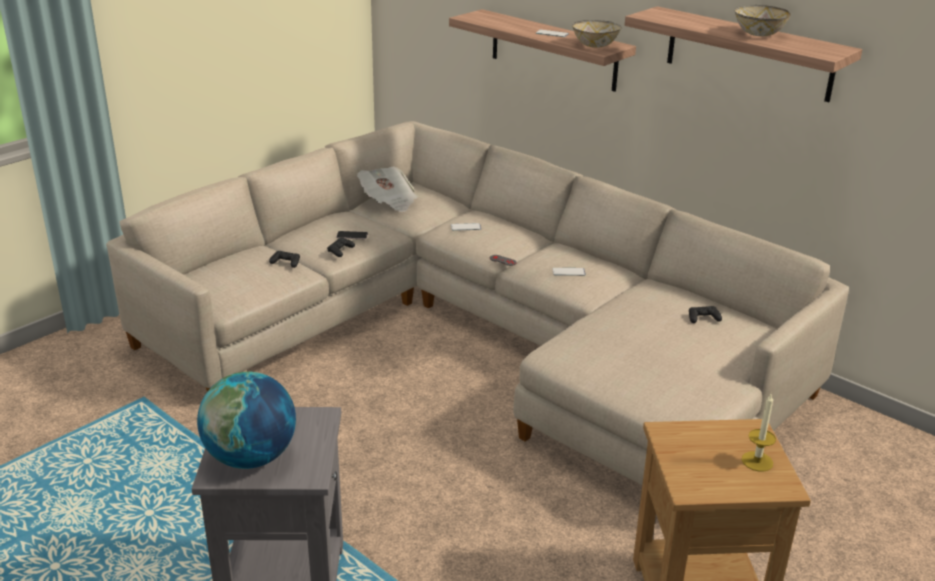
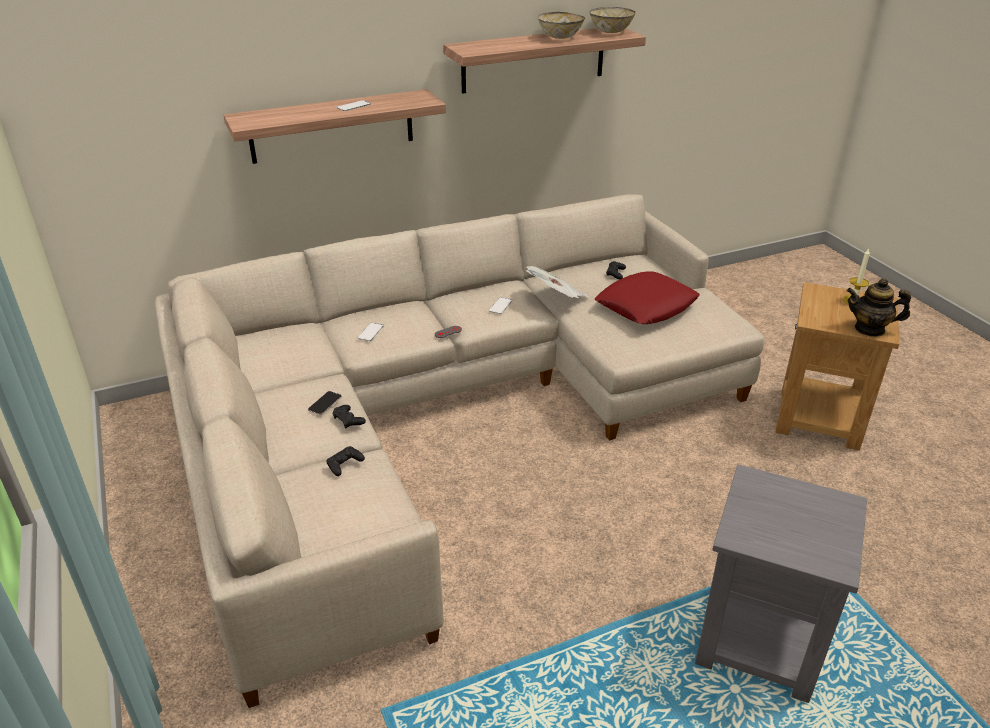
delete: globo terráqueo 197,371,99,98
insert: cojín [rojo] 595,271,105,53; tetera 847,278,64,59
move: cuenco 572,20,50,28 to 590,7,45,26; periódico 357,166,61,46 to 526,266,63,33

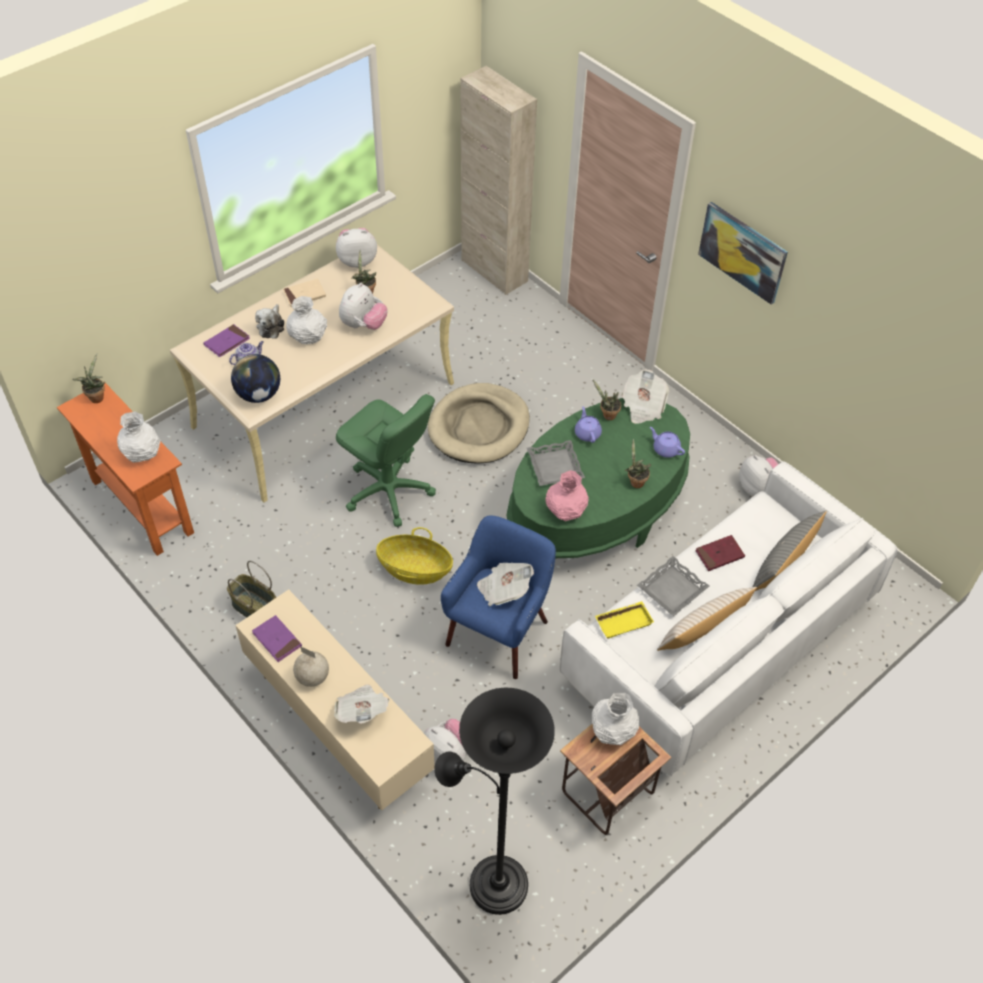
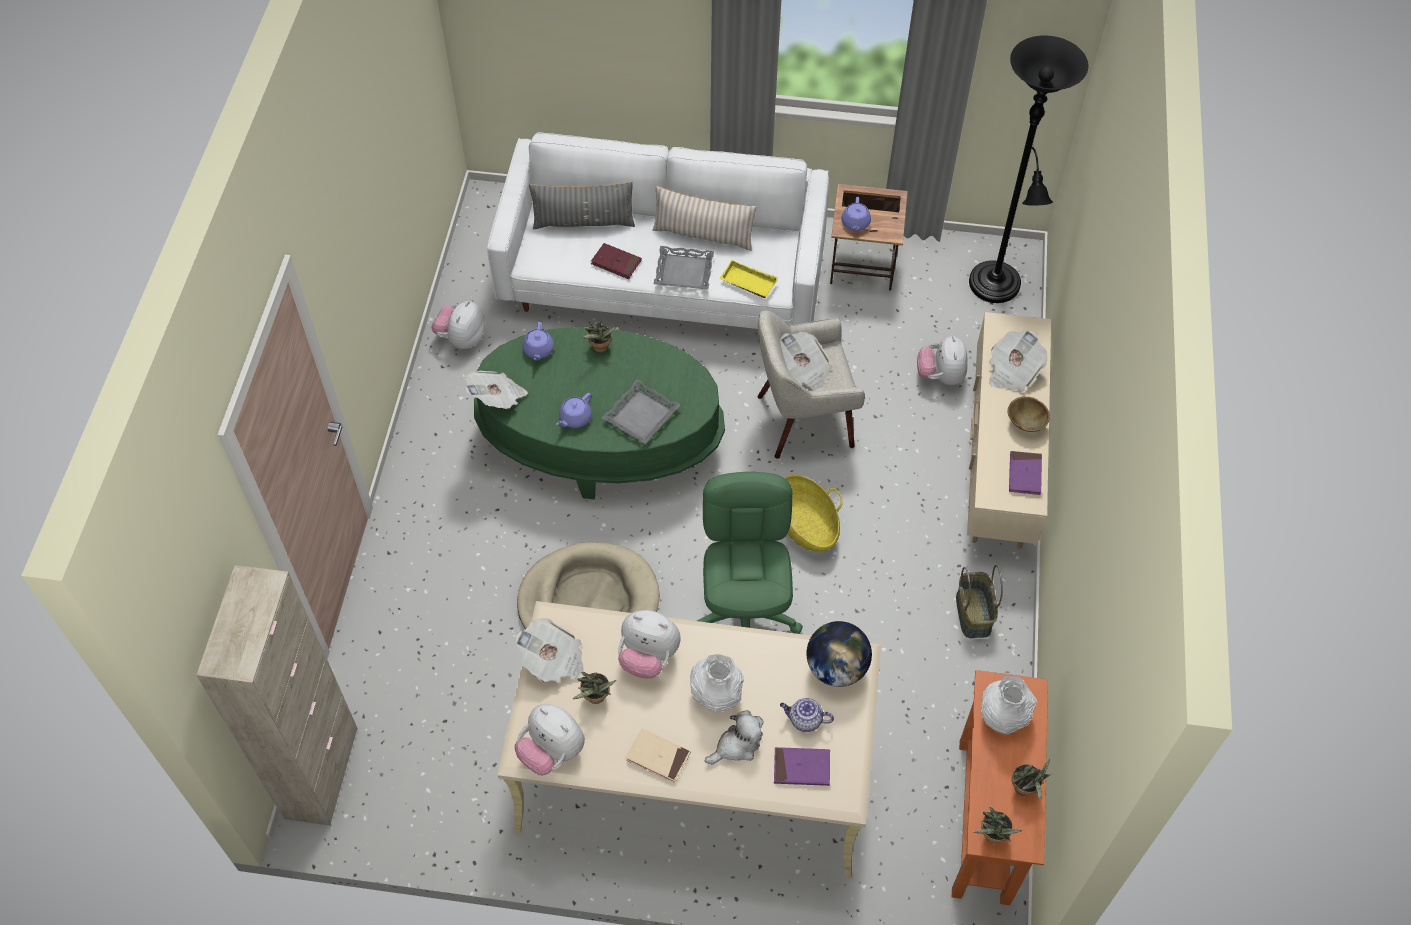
delete: cuadro 698,202,90,103; florero [rosa] 546,470,43,51
insert: periódico 516,618,68,65
move: planta en maceta 593,380,28,40 to 1012,759,39,41
replace: globo terráqueo 293,646,36,41 to cuenco [marrón] 1008,397,42,35; florero [blanco] 592,693,47,52 to tetera [morado] 841,197,30,35
recolor: sillón [azul] 441,515,115,164 to sillón [beis] 757,310,108,149
rotate: peluche 339,283,48,47 = 618,610,63,69 150 degrees counterclockwise

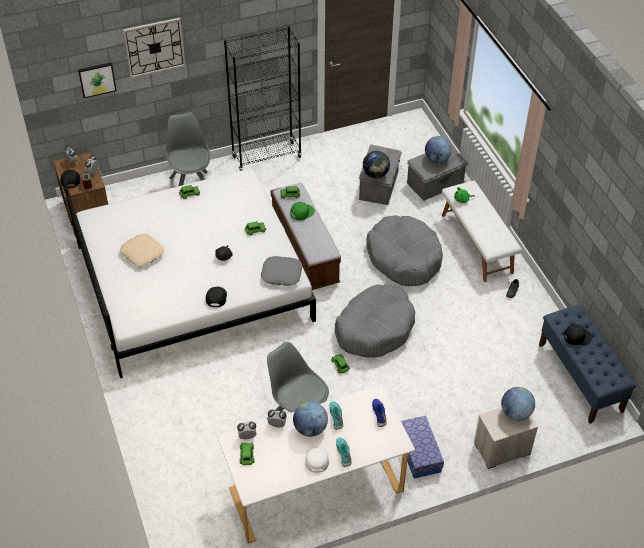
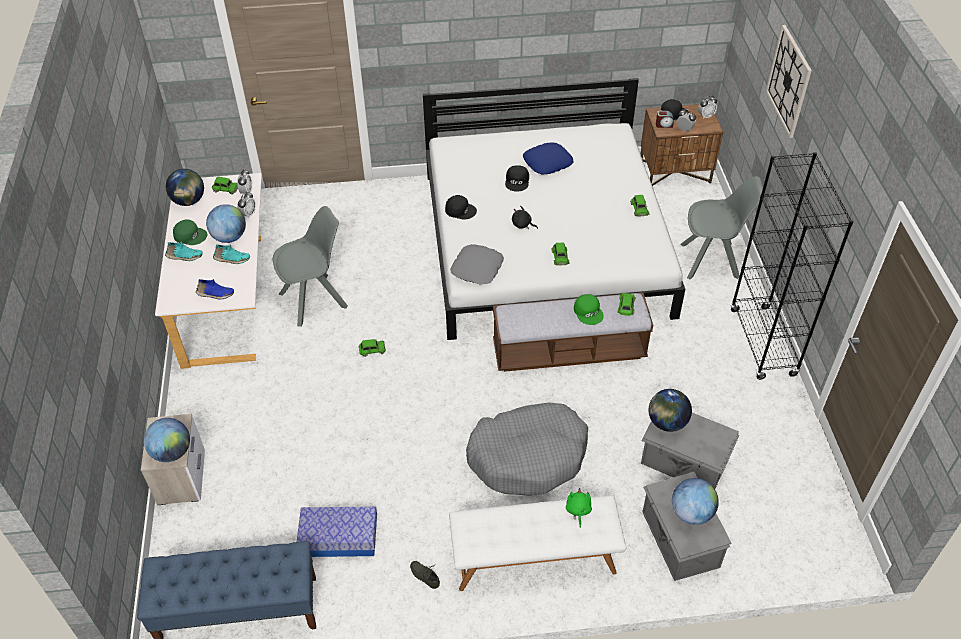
delete: cuadro 78,62,39,36; cama para perro [gris] 335,284,80,74
insert: globo terráqueo 166,169,38,37
move: gorra [negro] 564,324,28,21 to 505,165,24,26; caja de almacenaje 401,416,43,62 to 297,507,80,50
recolor: cojín [beis] 120,234,44,33 to cojín [azul] 523,142,51,33; gorra [blanco] 305,446,24,26 to gorra [verde] 173,219,34,26

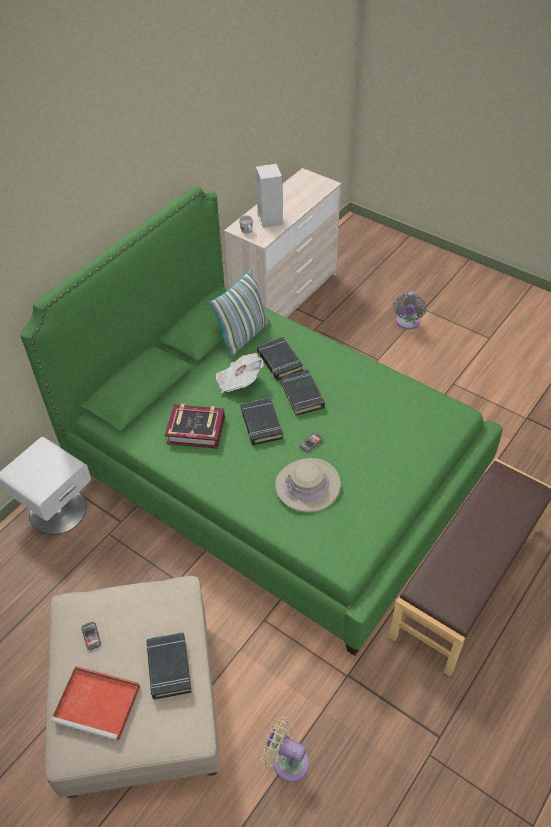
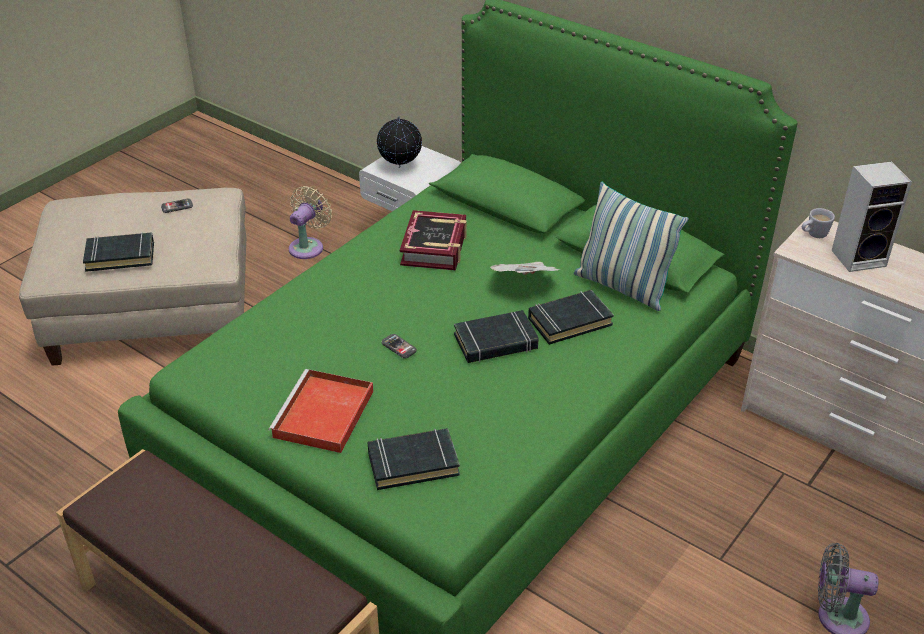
delete: sombrero [beis] 275,458,66,55
insert: globo terráqueo 376,116,46,52
move: libro [negro] 241,398,42,47 to 368,428,92,62; bandeja [rojo] 51,666,89,75 to 268,369,106,84; ventilador [beis] 261,717,48,65 to 289,186,43,73

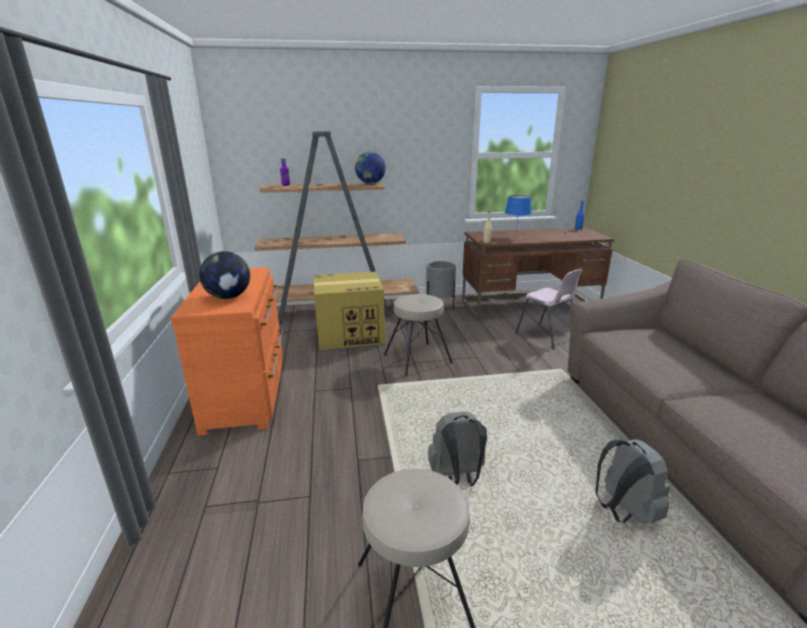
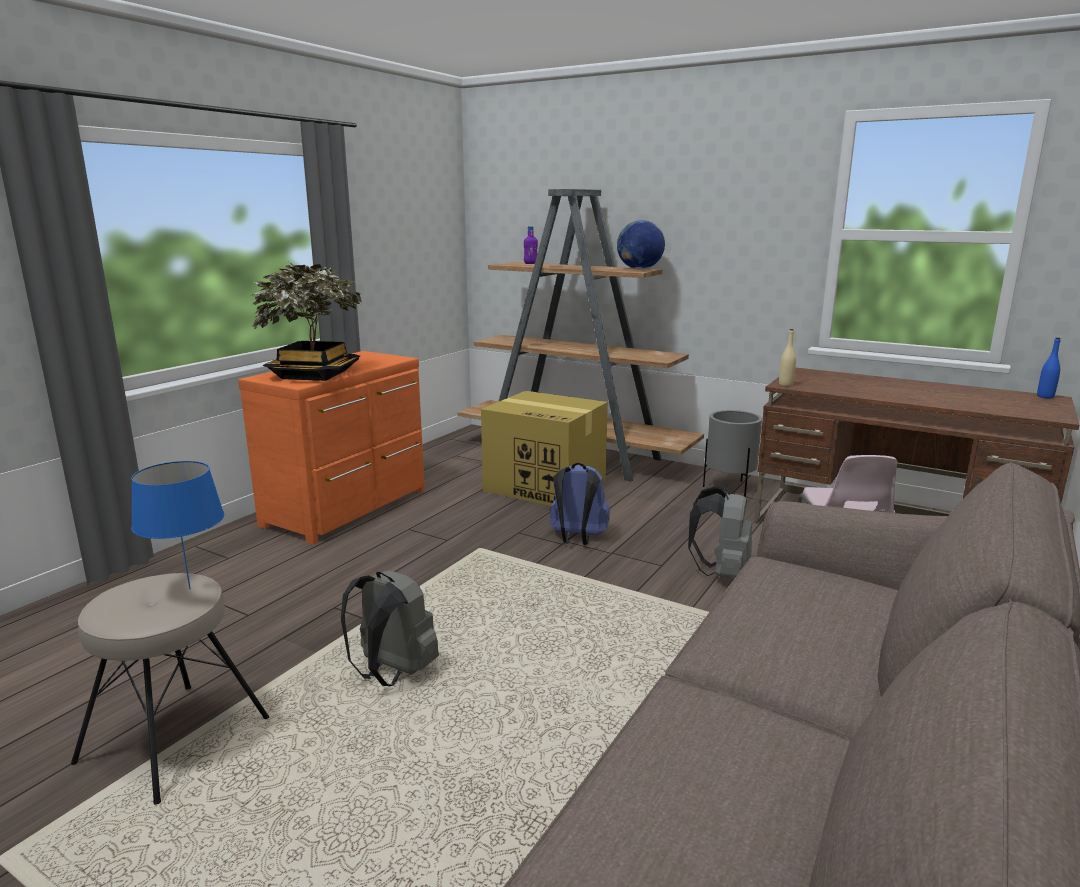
move: lámpara de mesa [azul] 505,195,27,39 to 131,461,93,128; mochila [gris] 595,439,75,84 to 688,486,64,92
replace: globo terráqueo 199,251,51,48 to planta en maceta 249,262,113,119; taburete [beis] 384,294,69,82 to mochila [azul] 550,463,60,82

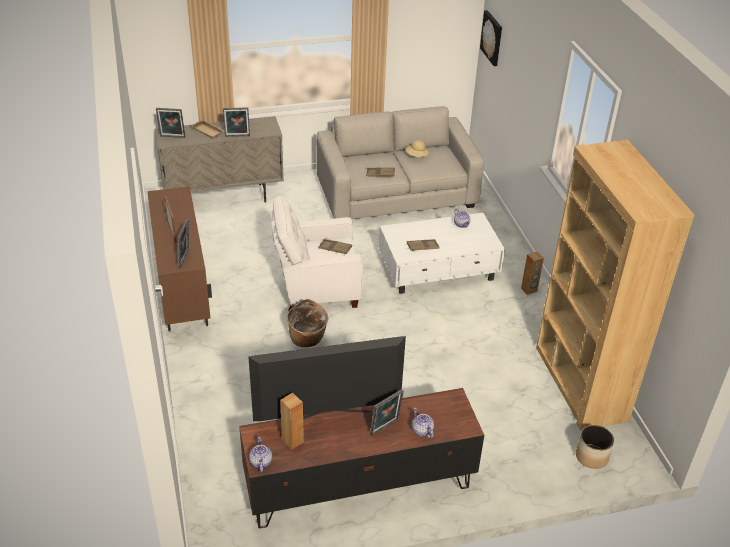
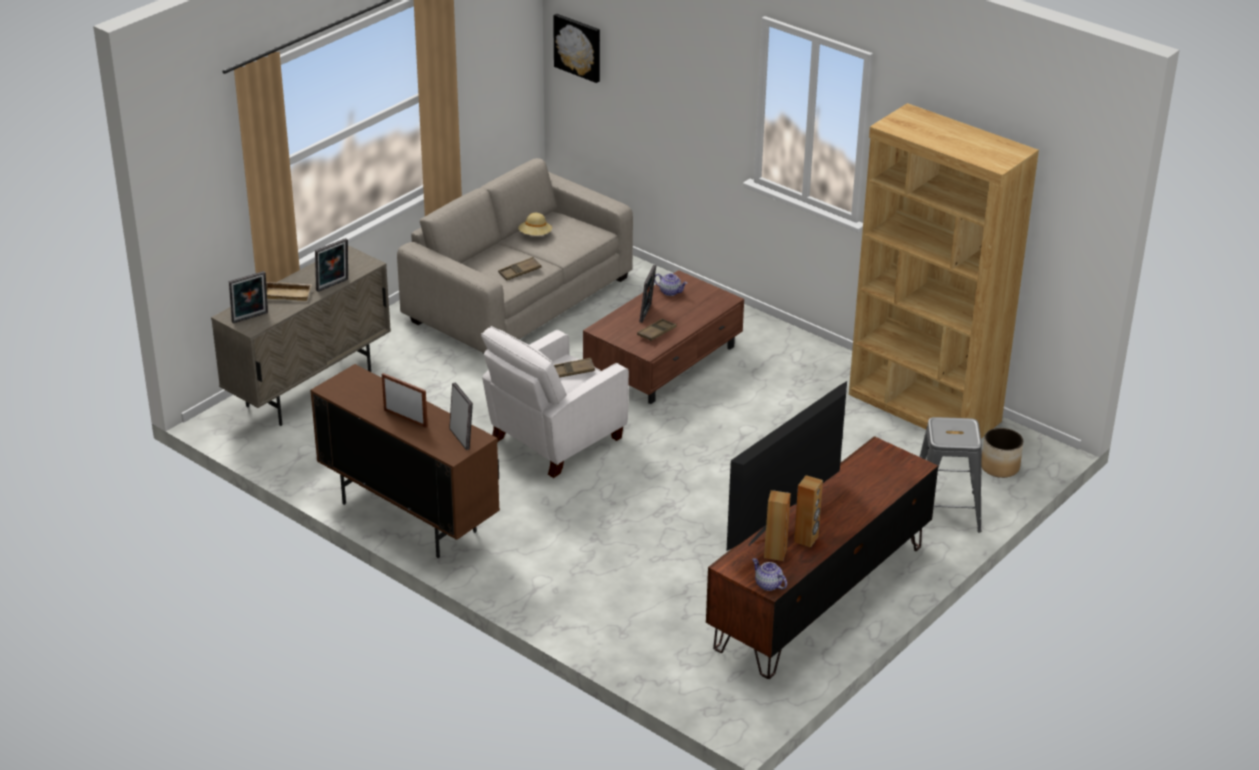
delete: cesta 287,299,41,48; tetera 412,408,22,31
insert: taburete [gris] 920,417,62,116
move: altavoz [marrón] 521,252,23,43 to 794,475,29,73; portarretratos 370,389,34,47 to 639,265,17,58
recolor: mesa de centro [blanco] 379,213,126,81 to mesa de centro [marrón] 583,270,161,134

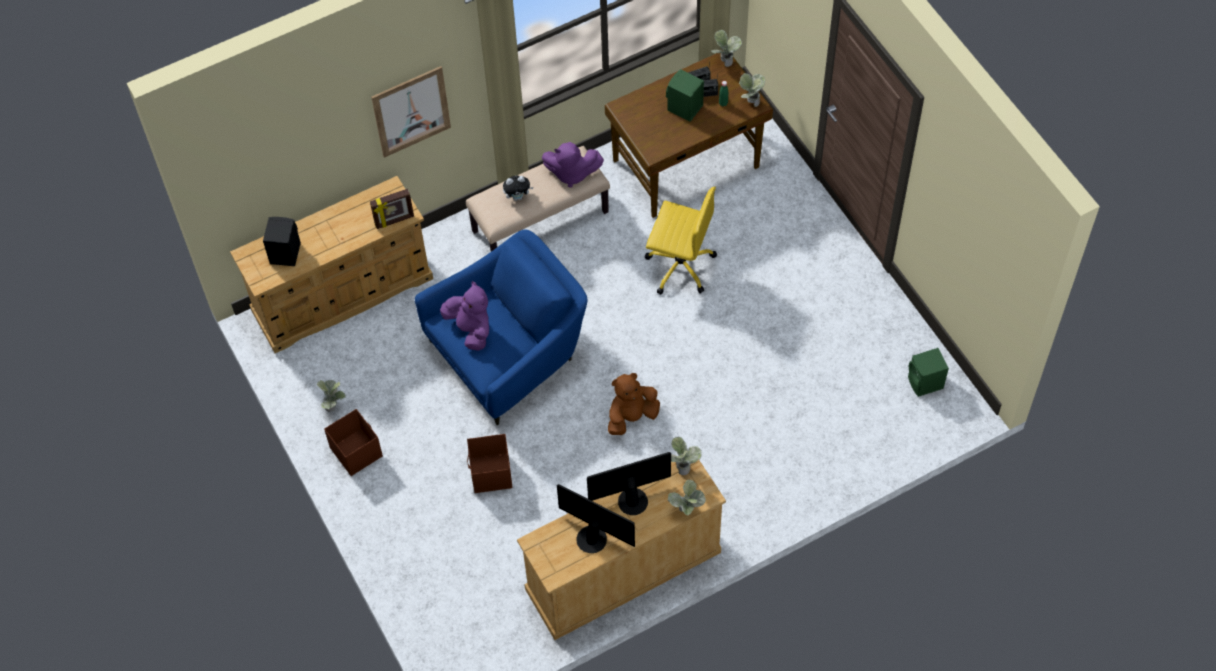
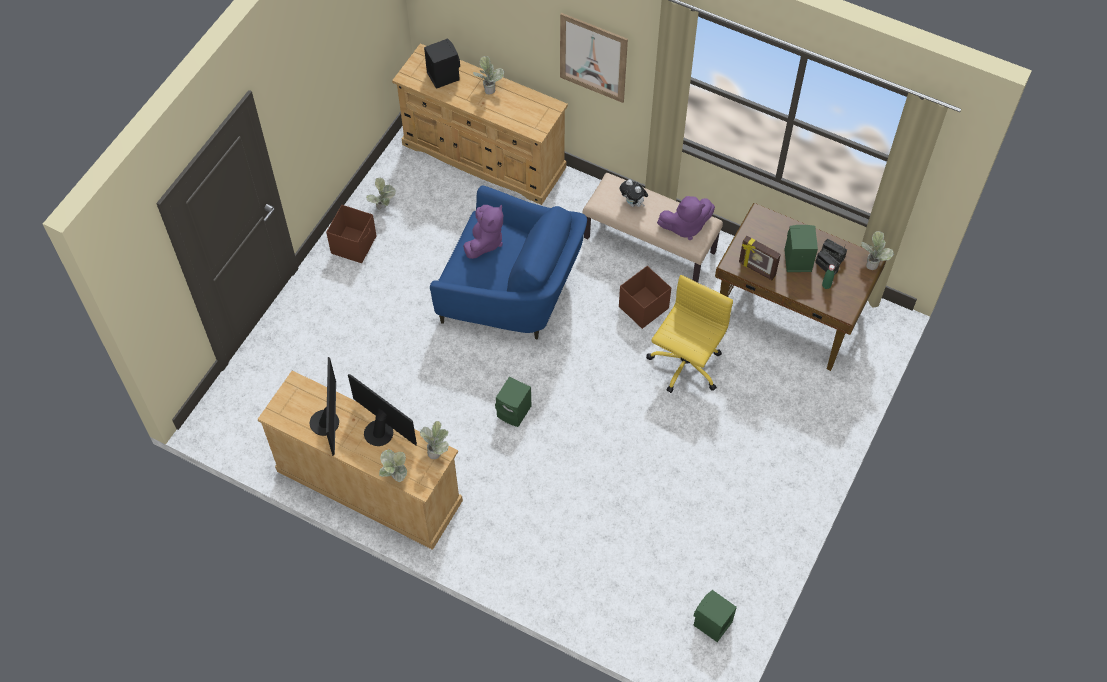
move: planta en maceta 739,73,26,34 to 473,56,32,38; portarretratos 370,189,44,40 to 739,236,42,44; caja de almacenaje [marrón] 467,434,46,59 to 619,266,52,63
replace: peluche [marrón] 608,373,52,62 to altavoz [verde] 495,377,36,50
rotate: peluche [morado] 542,142,62,46 = 657,196,58,44 75 degrees counterclockwise; silla de oficina [amarillo] 645,187,72,108 = 646,275,87,118 135 degrees counterclockwise

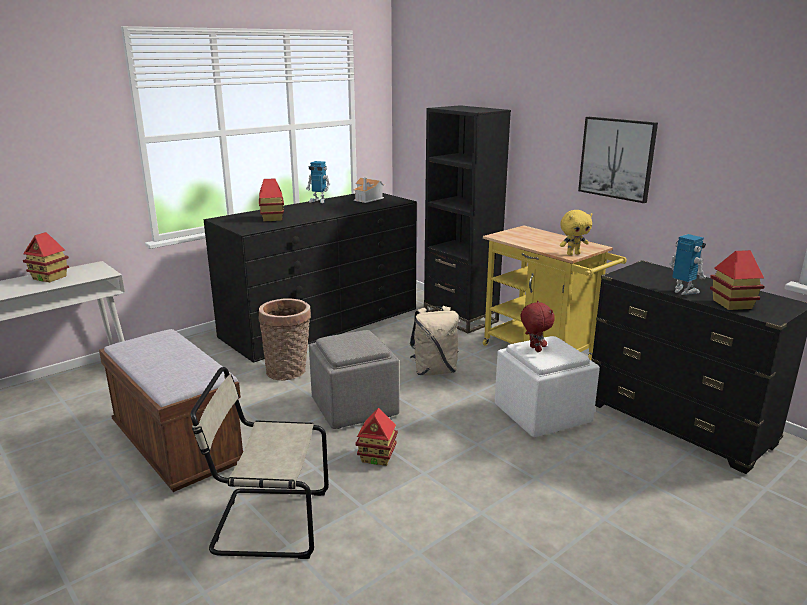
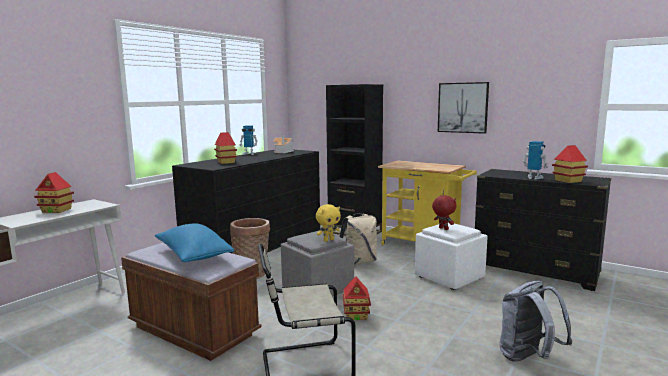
insert: cojín [azul] 155,223,80,39; mochila [gris] 499,281,73,81
move: peluche [amarillo] 560,210,32,45 to 316,204,25,38

